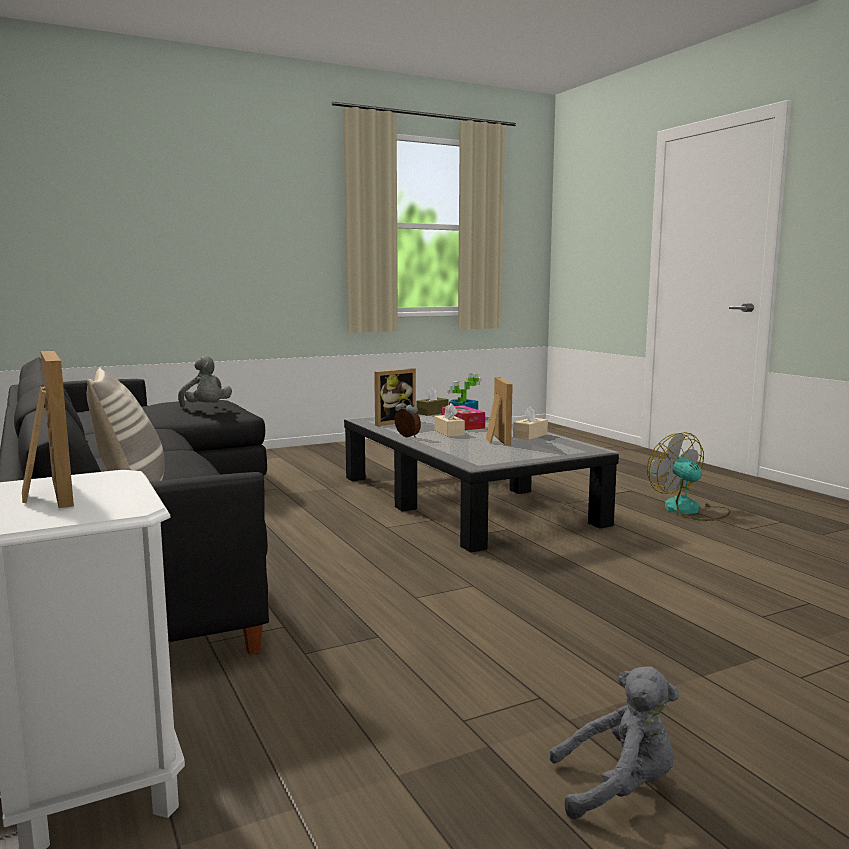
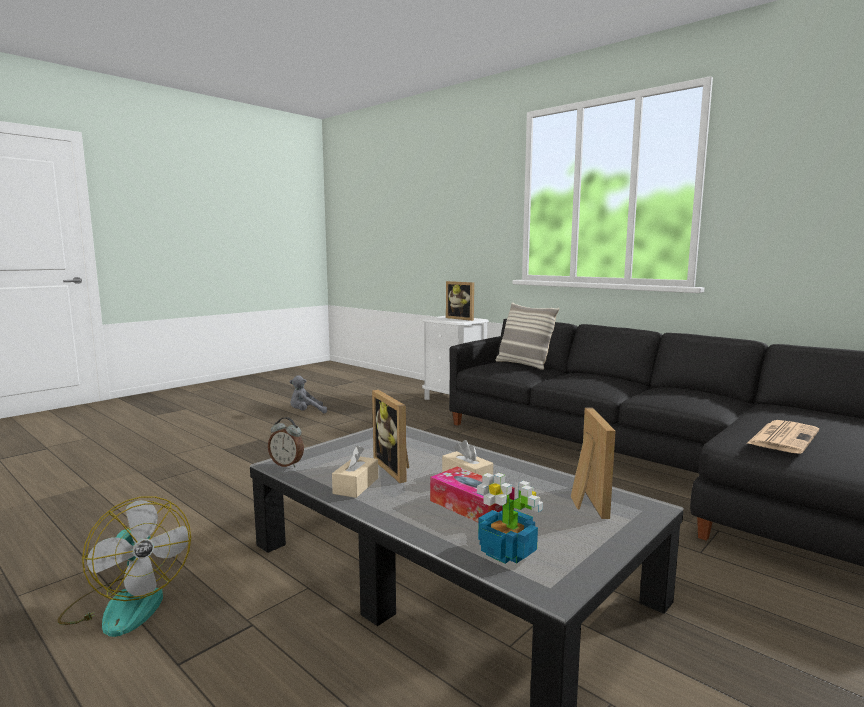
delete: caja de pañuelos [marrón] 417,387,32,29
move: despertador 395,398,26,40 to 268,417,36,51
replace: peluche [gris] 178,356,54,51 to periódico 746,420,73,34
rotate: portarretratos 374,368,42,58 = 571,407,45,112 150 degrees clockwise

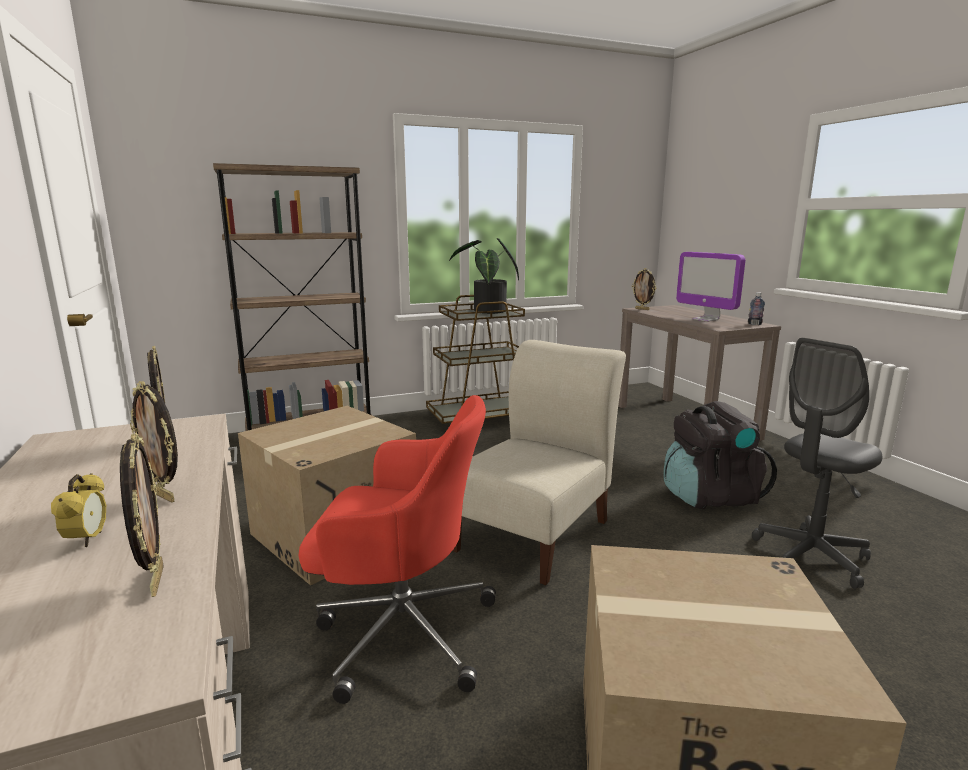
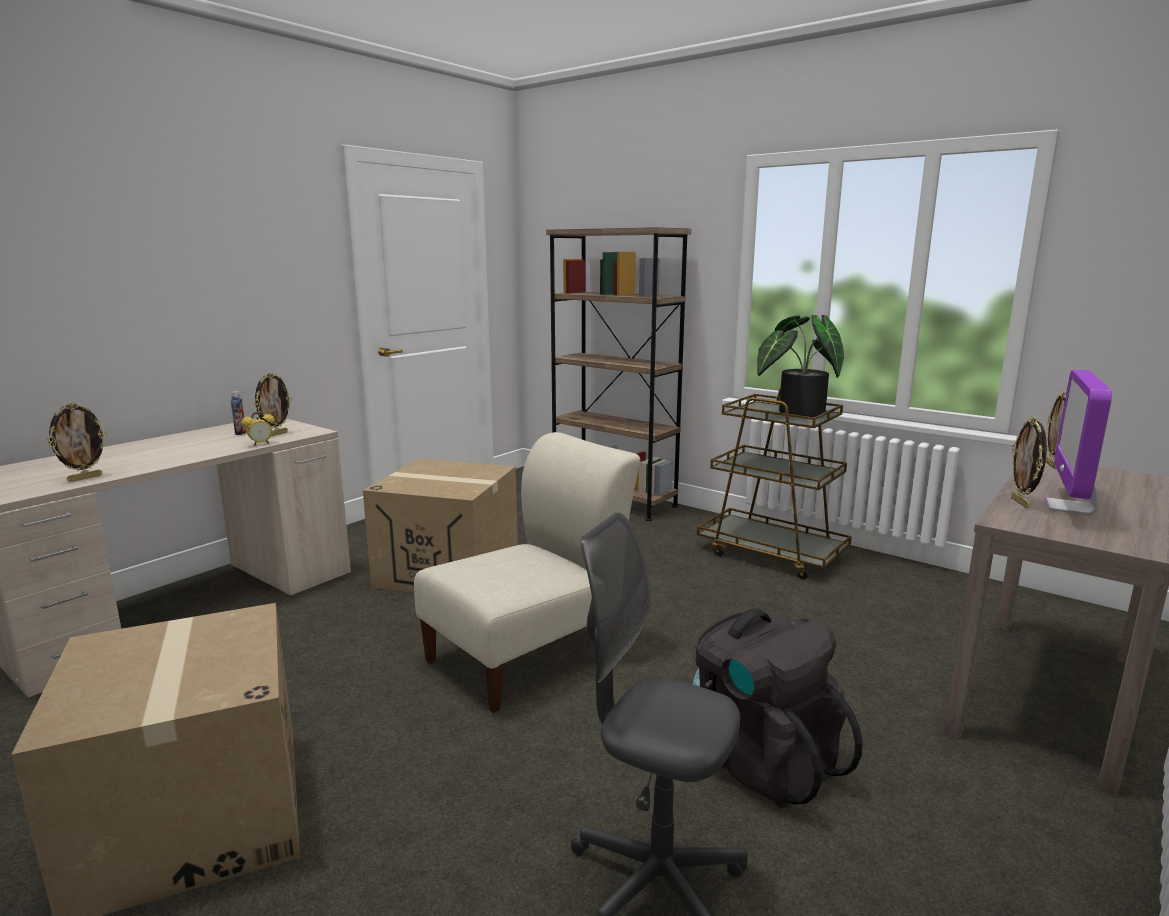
delete: silla de oficina [rojo] 299,395,197,309
move: botella 748,293,17,32 to 230,391,16,44; portarretratos 130,381,48,122 to 1011,416,36,92; despertador 51,473,55,74 to 241,411,34,35
rotate: silla [beis] 453,340,173,245 = 414,432,226,281 45 degrees counterclockwise

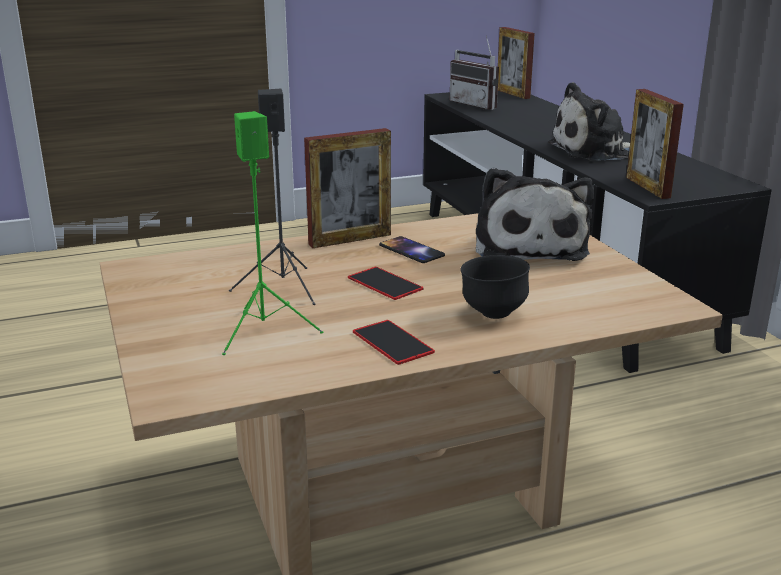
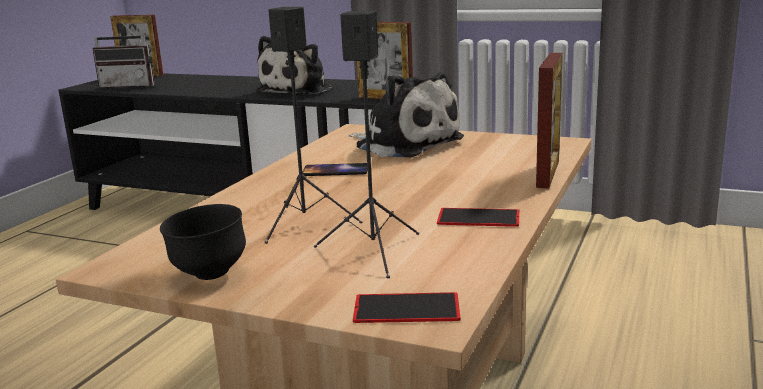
move: portarretratos 304,128,87,120 to 536,53,27,135; cuenco [negro] 460,255,70,64 to 160,204,86,76; móvil 348,267,75,33 to 353,292,107,31
recolor: altavoz [verde] 222,111,101,244 to altavoz [negro] 314,11,105,267

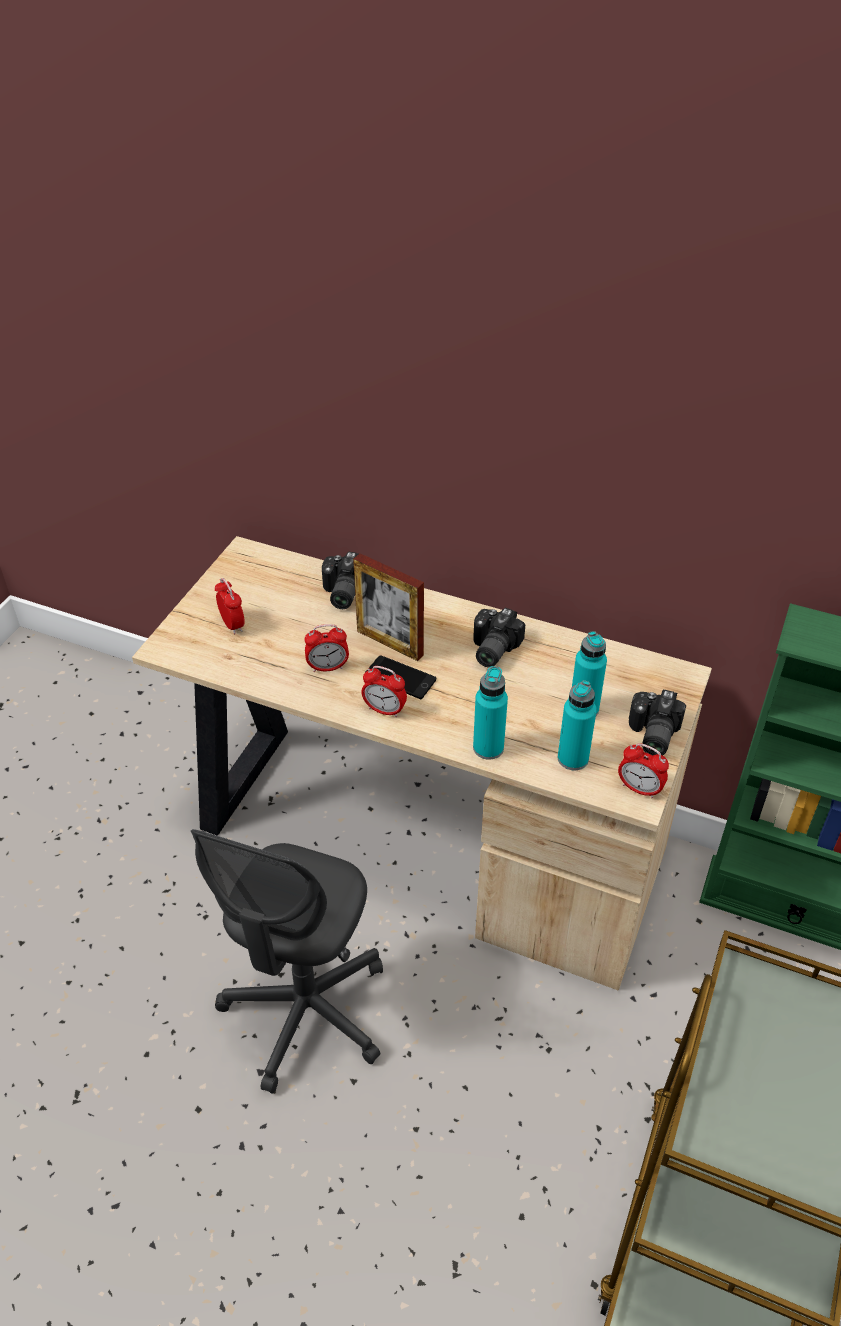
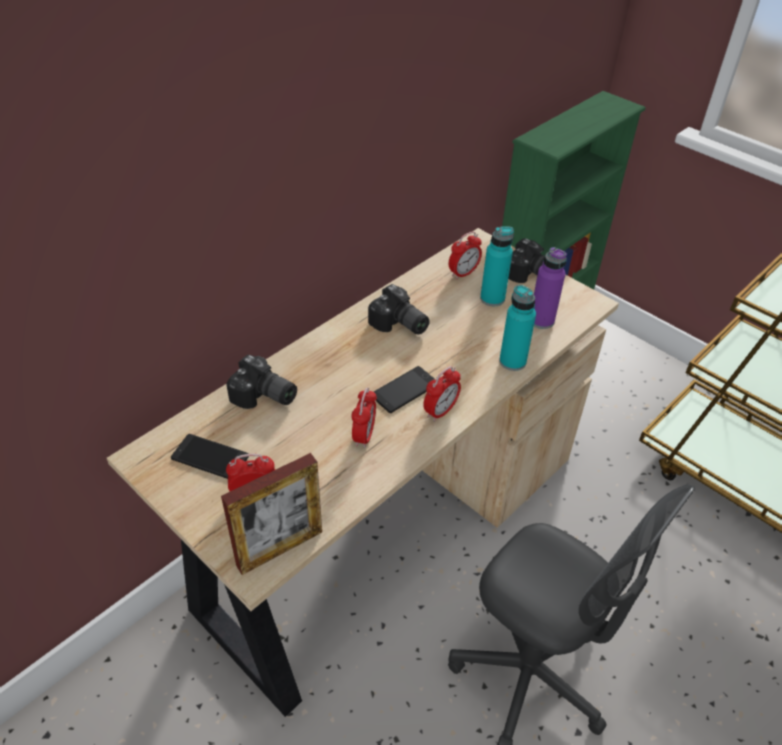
insert: móvil 171,434,78,45
move: portarretratos 353,553,71,108 to 221,453,101,122; despertador 618,743,51,55 to 449,232,33,48
recolor: botella [turquesa] 558,680,39,90 to botella [morado] 534,247,33,82

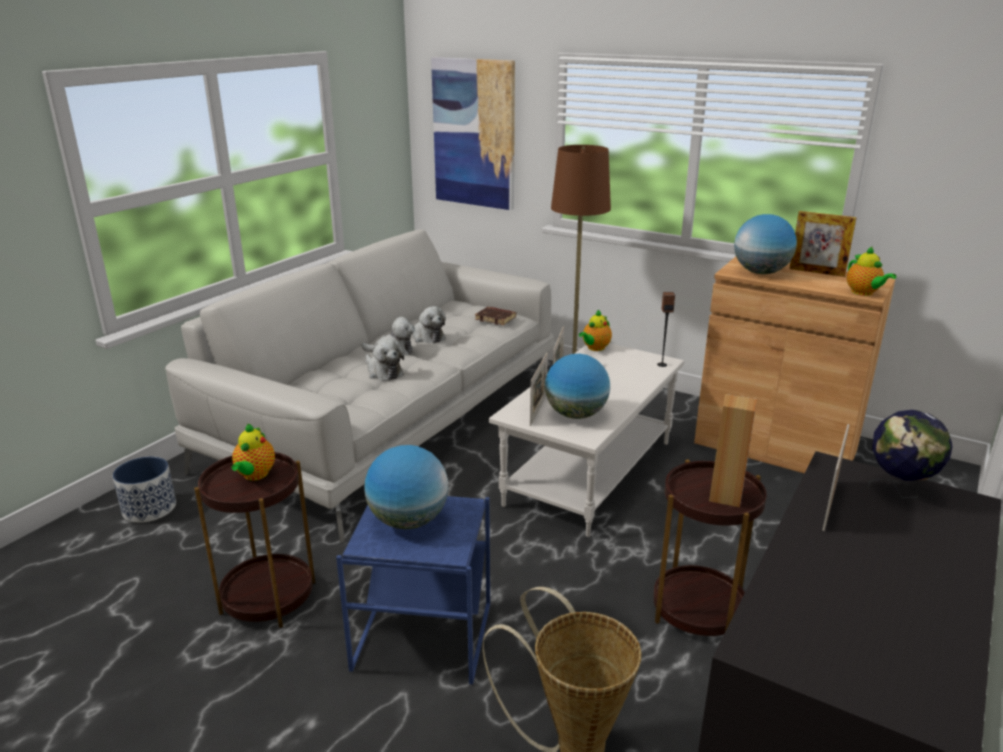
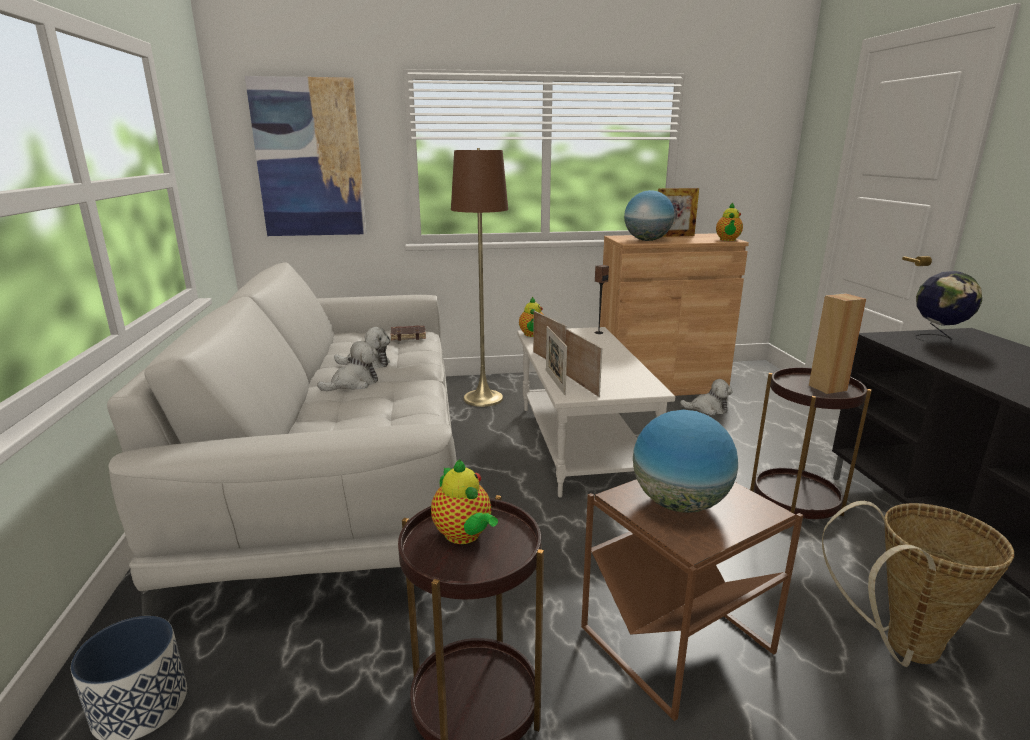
delete: globo terráqueo 545,354,65,65
move: peluche 365,339,39,42 to 680,379,53,36; portarretratos 822,424,28,107 to 546,326,21,69
recolor: mesa auxiliar [azul] 336,496,154,188 to mesa auxiliar [marrón] 581,479,222,242
rotate: tetera 847,246,50,50 = 716,202,27,39 75 degrees clockwise

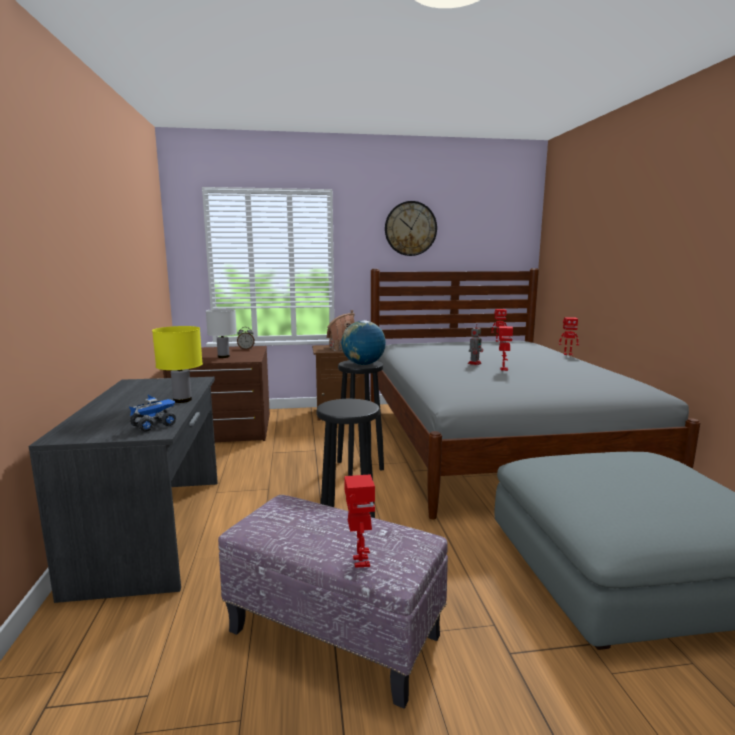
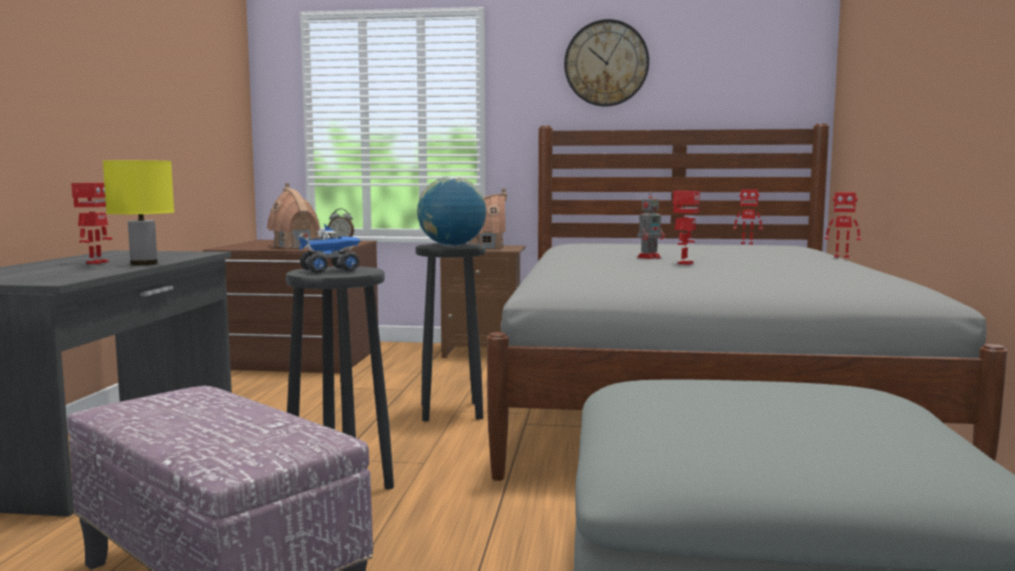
move: camión de juguete 129,395,47,37 to 299,224,62,49; robot de juguete 344,474,31,94 to 71,183,41,81
replace: lámpara de mesa [blanco] 206,309,31,49 to casita 267,183,53,65

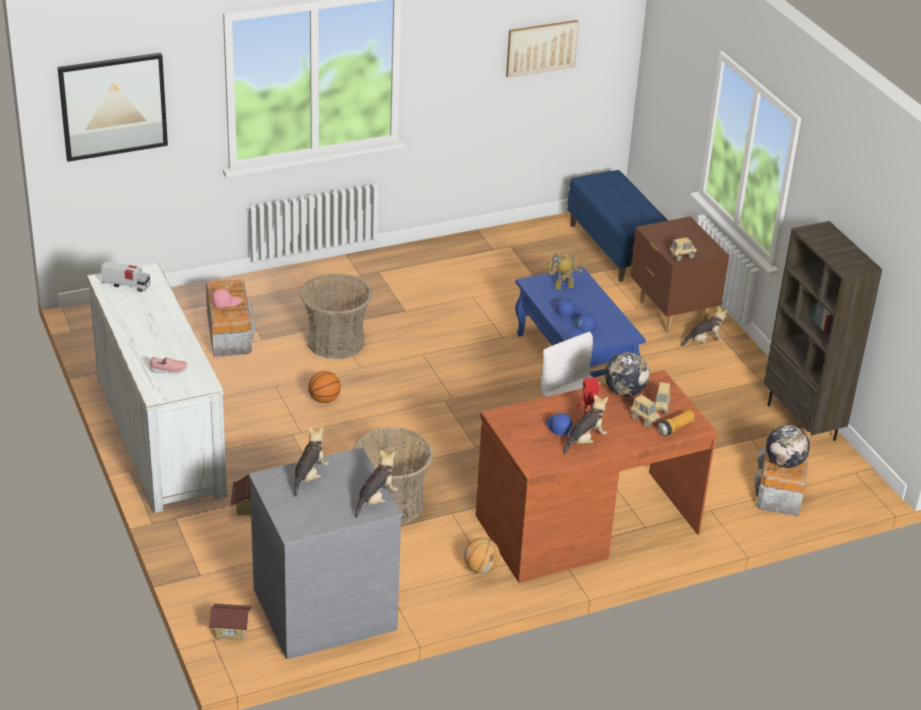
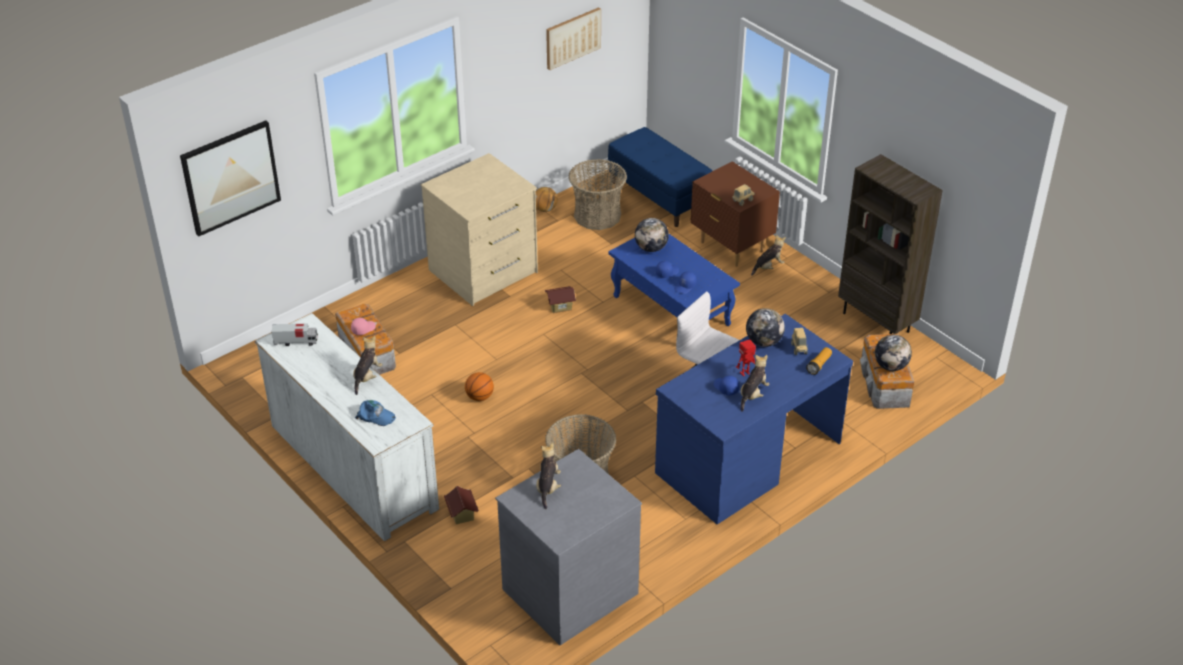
delete: camión de juguete 630,395,30,32
insert: cómoda [beis] 421,153,117,153
move: cesta 300,273,72,86 to 568,159,59,71; peluche 355,450,43,68 to 353,336,30,59; balón de baloncesto 464,537,36,37 to 536,187,22,25; casita 209,604,43,36 to 545,286,31,27
replace: robot de juguete 547,253,38,36 to globo terráqueo 635,218,34,34; zapato [rosa] 150,357,38,17 to gorra [azul] 355,400,41,26
recolor: escritorio [marrón] 476,370,242,213 to escritorio [azul] 655,314,198,210

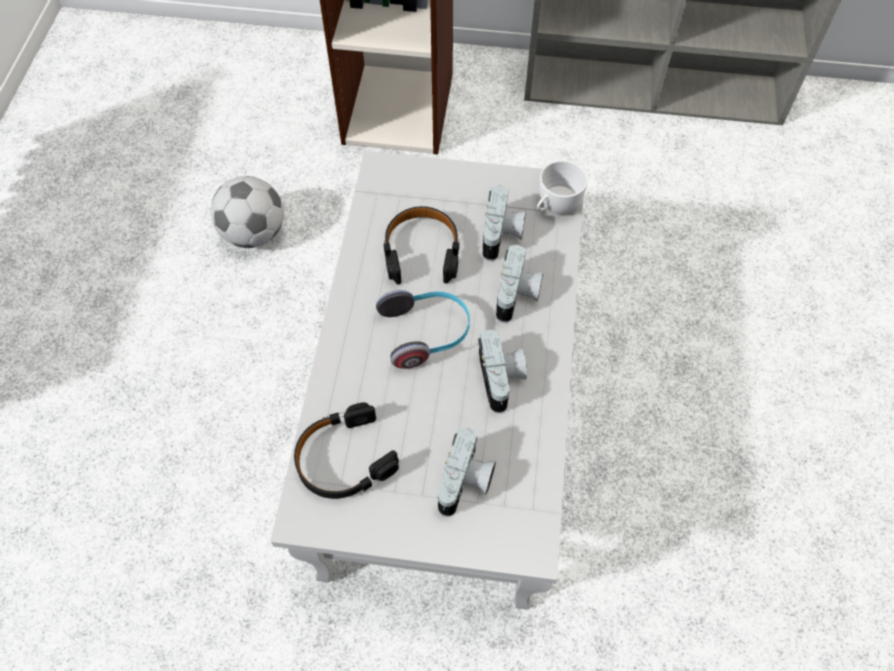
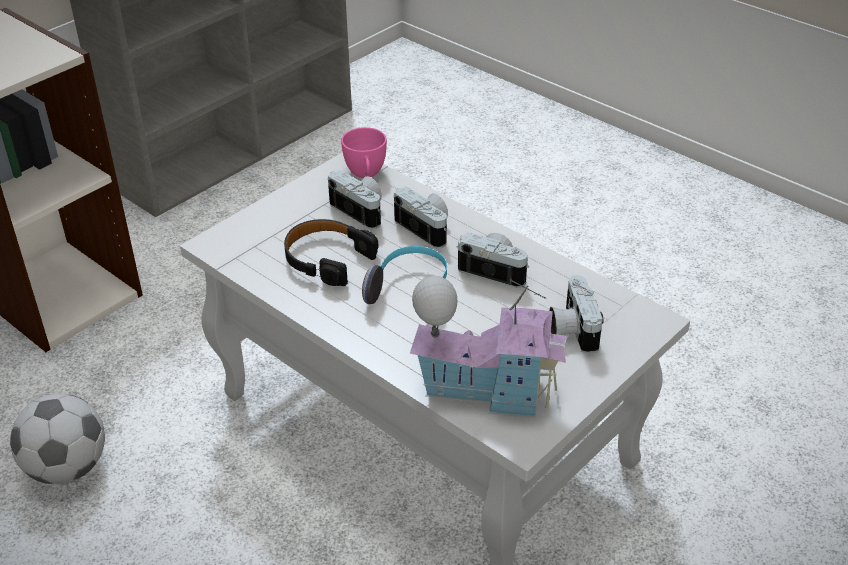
replace: auriculares [negro] 294,402,105,97 to casita 410,276,157,142
recolor: taza [blanco] 537,160,51,54 to taza [rosa] 341,127,46,51
rotate: cámara 438,429,58,88 = 549,275,54,79 150 degrees counterclockwise

